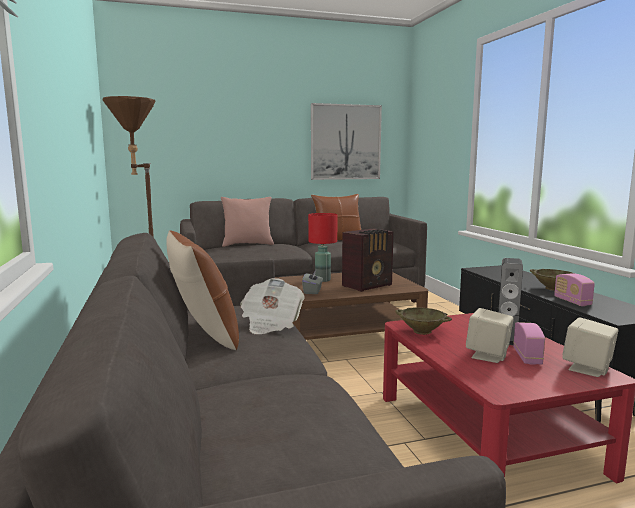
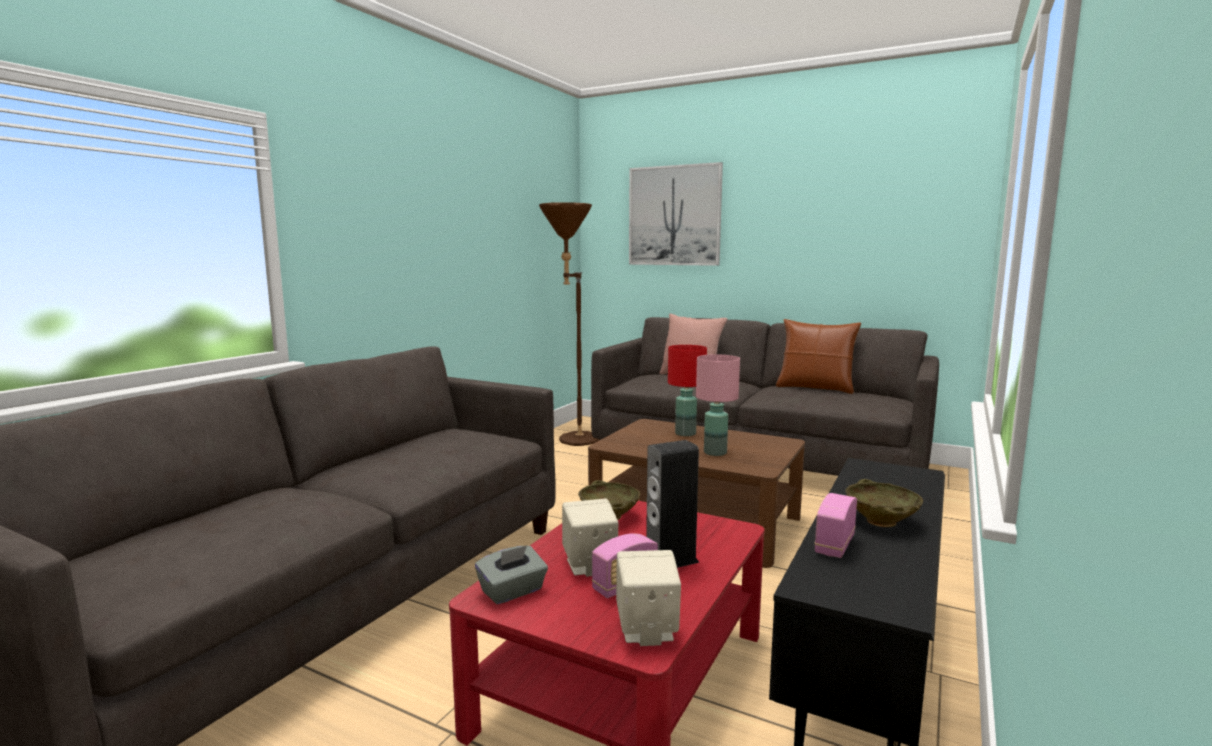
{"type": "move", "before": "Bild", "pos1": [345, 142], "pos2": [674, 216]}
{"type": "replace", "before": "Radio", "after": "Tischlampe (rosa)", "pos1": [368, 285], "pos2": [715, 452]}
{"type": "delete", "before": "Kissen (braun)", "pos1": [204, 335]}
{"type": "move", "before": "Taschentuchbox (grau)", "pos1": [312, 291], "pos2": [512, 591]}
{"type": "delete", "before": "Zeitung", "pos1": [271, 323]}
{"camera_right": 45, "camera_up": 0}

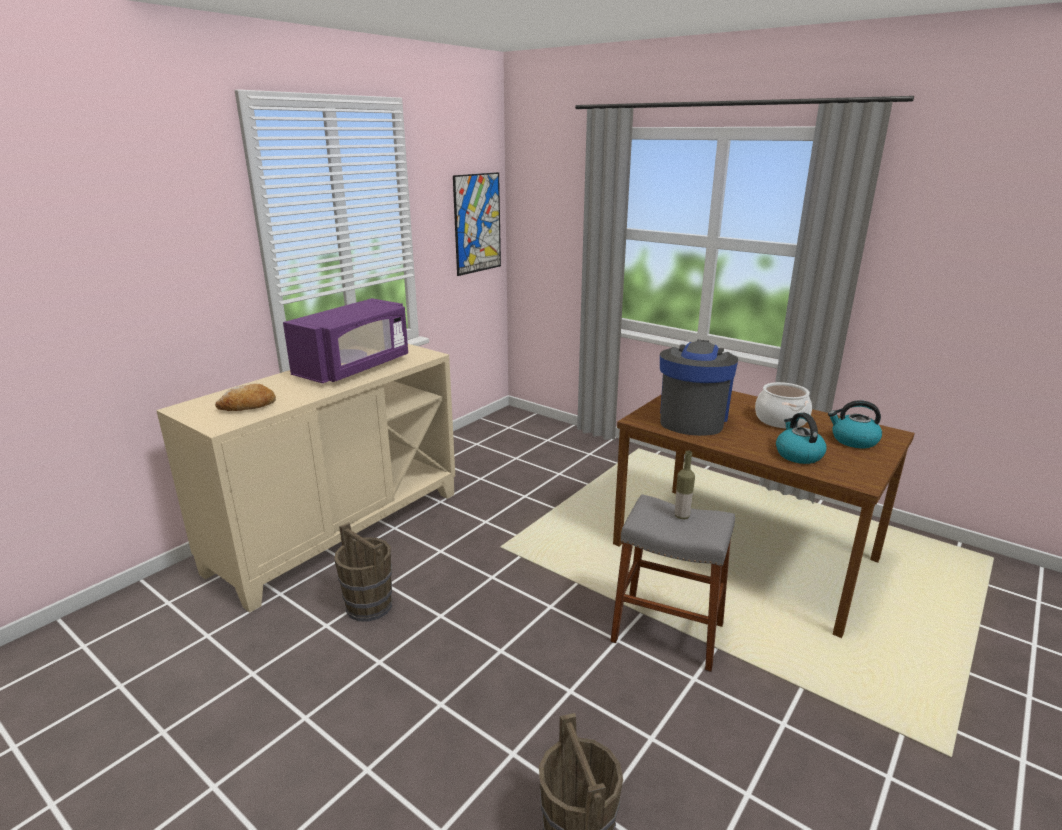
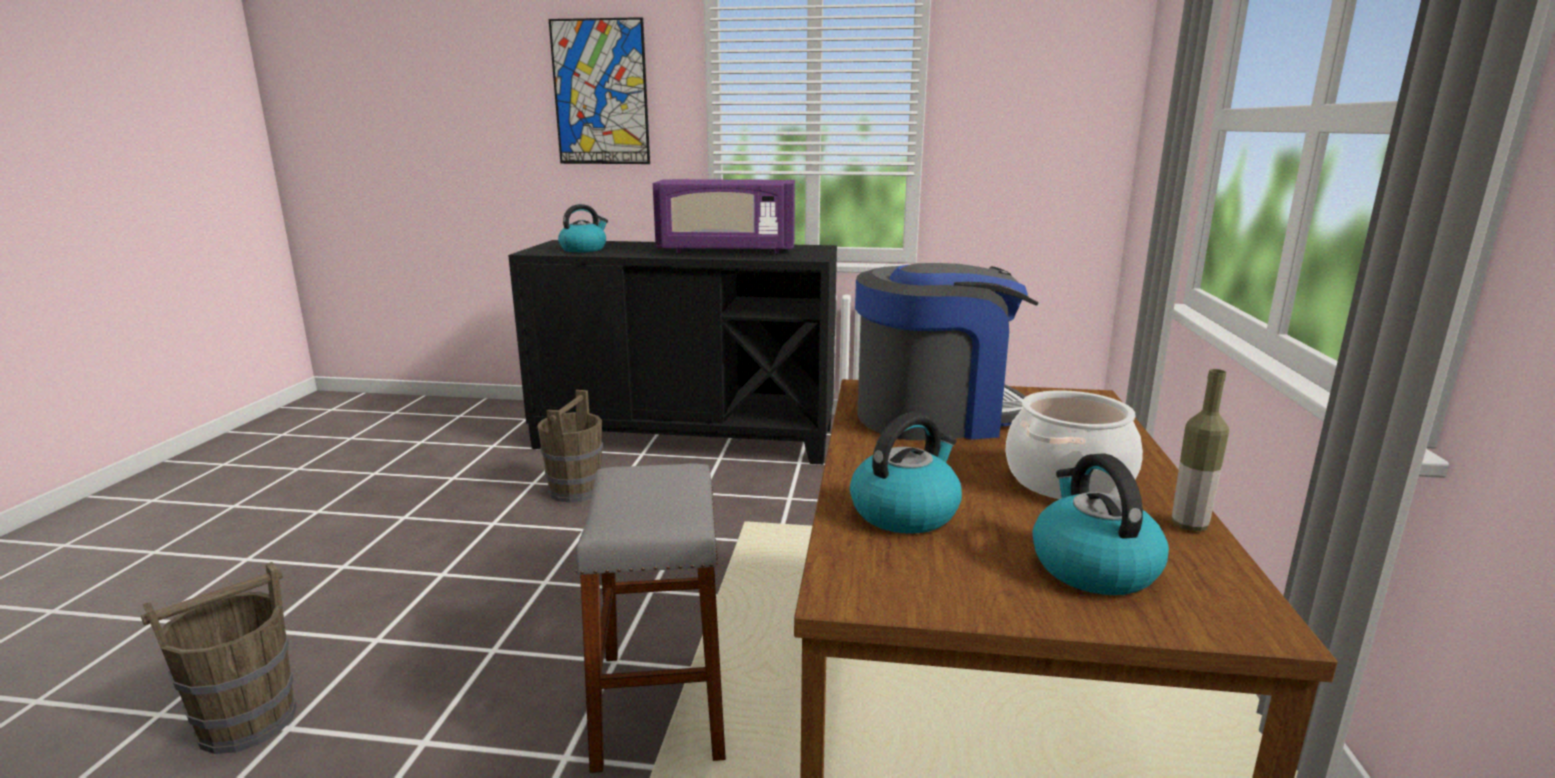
{"type": "move", "before": "Bild", "pos1": [477, 223], "pos2": [600, 93]}
{"type": "recolor", "before": "Schrank (beige)", "after": "Schrank (schwarz)", "pos1": [338, 530], "pos2": [687, 437]}
{"type": "replace", "before": "Brot", "after": "Wasserkessel", "pos1": [248, 406], "pos2": [584, 249]}
{"type": "move", "before": "Flasche", "pos1": [682, 516], "pos2": [1189, 525]}
{"camera_right": 60, "camera_up": -5}

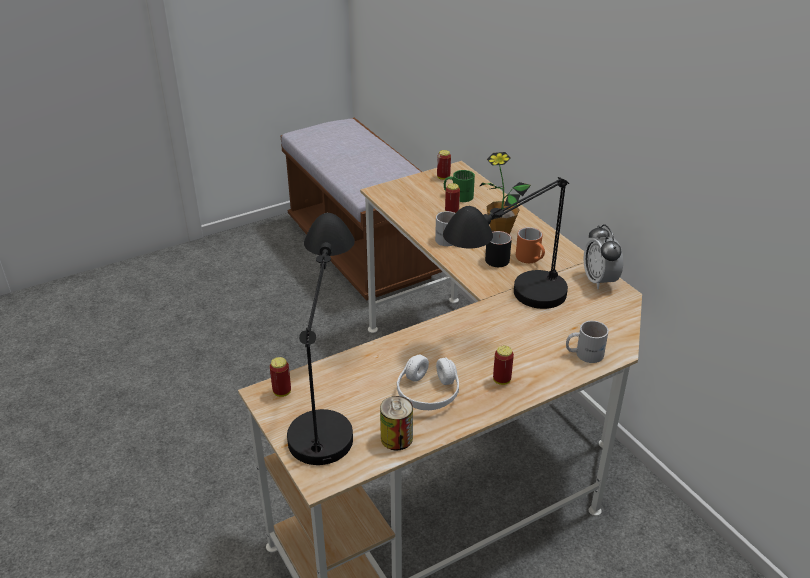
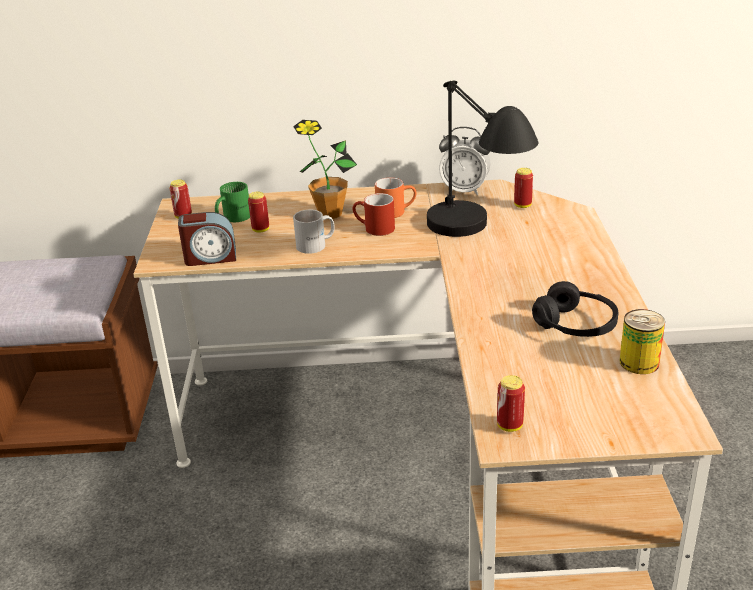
{"type": "delete", "before": "Tischlampe (schwarz)", "pos1": [327, 399]}
{"type": "recolor", "before": "Henkelbecher (schwarz)", "after": "Henkelbecher (rot)", "pos1": [494, 258], "pos2": [374, 229]}
{"type": "delete", "before": "Henkelbecher (weiß)", "pos1": [584, 353]}
{"type": "move", "before": "Dose", "pos1": [501, 380], "pos2": [522, 205]}
{"type": "recolor", "before": "Kopfhörer (weiß)", "after": "Kopfhörer (schwarz)", "pos1": [428, 393], "pos2": [575, 325]}
{"type": "insert", "after": "Wecker", "pos2": [210, 257]}
{"camera_right": -60, "camera_up": -5}

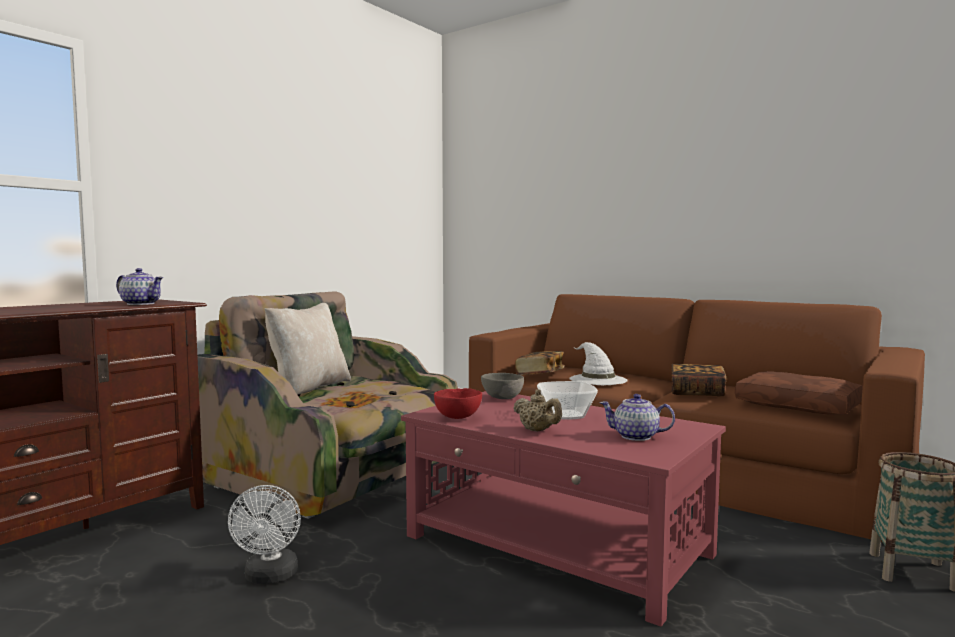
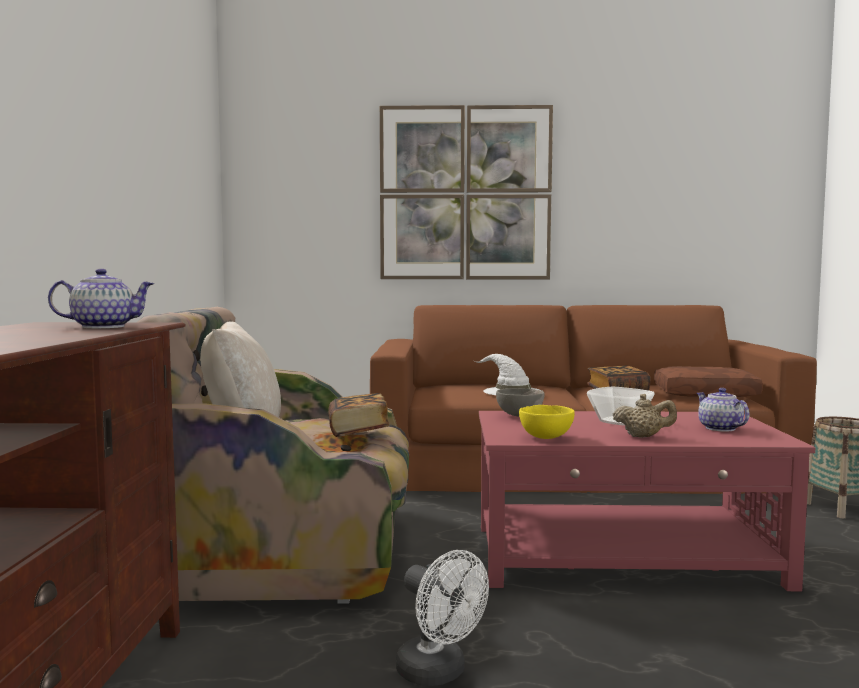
{"type": "move", "before": "Buch", "pos1": [540, 374], "pos2": [358, 431]}
{"type": "recolor", "before": "Schüssel (rot)", "after": "Schüssel (gelb)", "pos1": [458, 418], "pos2": [546, 438]}
{"type": "rotate", "before": "Teekanne", "pos1": [636, 436], "pos2": [720, 428], "turn": 90}
{"type": "insert", "after": "Bild", "pos2": [465, 193]}
{"camera_right": -35, "camera_up": 0}

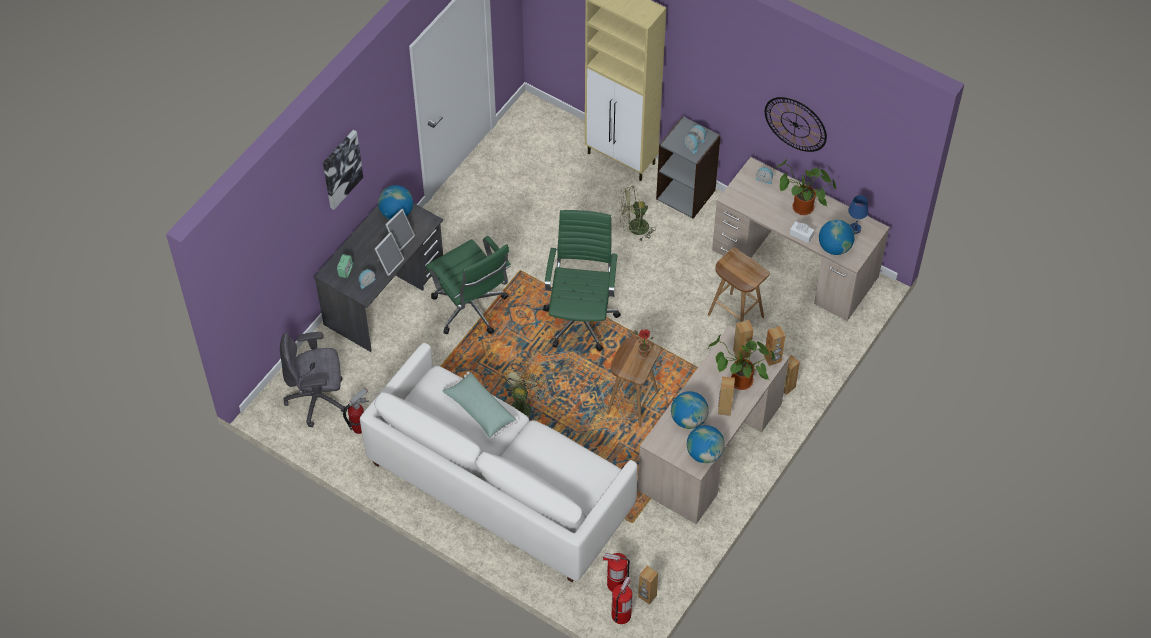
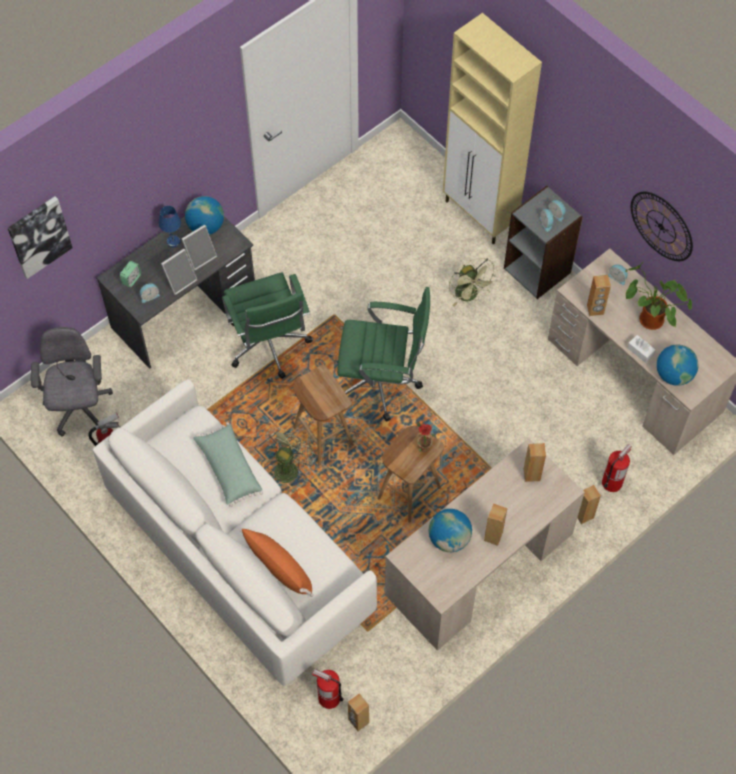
{"type": "move", "before": "Bild", "pos1": [341, 169], "pos2": [39, 236]}
{"type": "rotate", "before": "Ventilator (grün)", "pos1": [634, 228], "pos2": [470, 296], "turn": -120}
{"type": "move", "before": "Tischlampe (blau)", "pos1": [855, 229], "pos2": [173, 242]}
{"type": "rotate", "before": "Bürostuhl (grün)", "pos1": [581, 318], "pos2": [382, 384], "turn": 75}
{"type": "move", "before": "Hocker (braun)", "pos1": [735, 316], "pos2": [322, 436]}
{"type": "move", "before": "Lautsprecher (braun)", "pos1": [772, 359], "pos2": [595, 310]}
{"type": "rotate", "before": "Bürostuhl (grau)", "pos1": [318, 399], "pos2": [79, 408], "turn": 75}
{"type": "delete", "before": "Topfpflanze", "pos1": [739, 382]}
{"type": "delete", "before": "Globus", "pos1": [704, 453]}
{"type": "move", "before": "Feuerlöscher", "pos1": [621, 615], "pos2": [612, 482]}
{"type": "insert", "after": "Kissen (orange)", "pos2": [279, 568]}
{"camera_right": 15, "camera_up": 5}

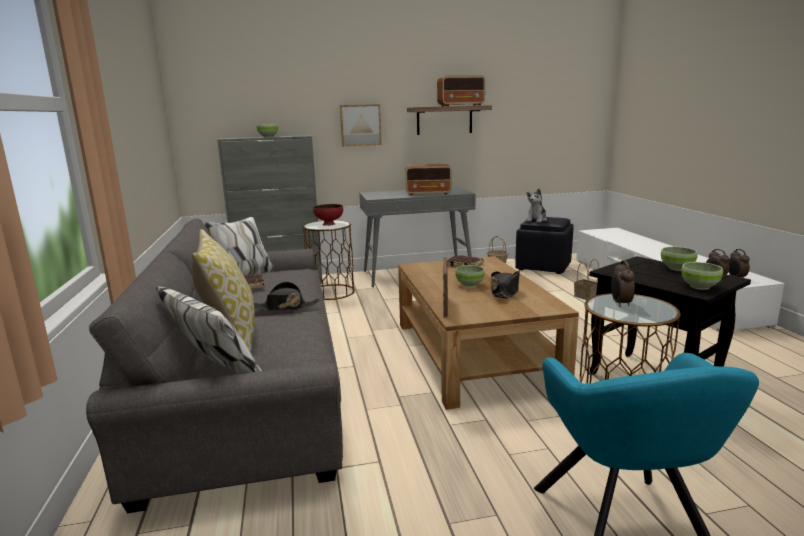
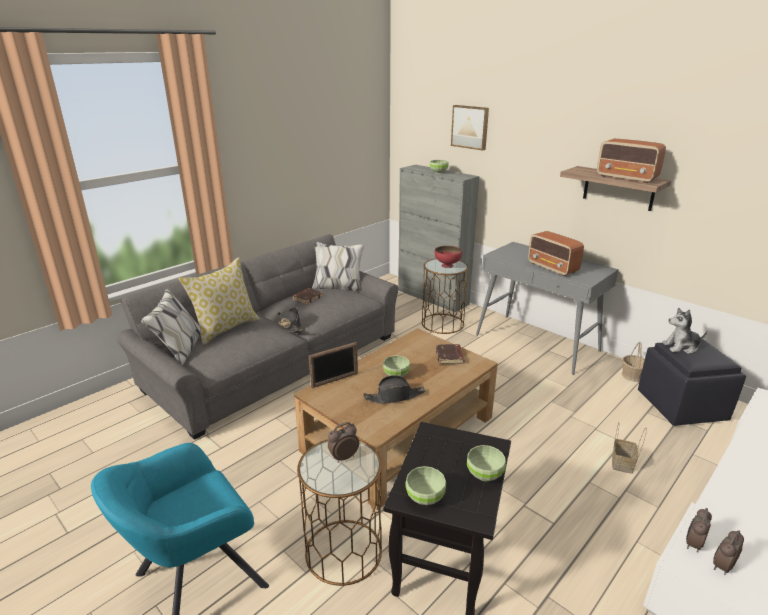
{"type": "move", "before": "Bild", "pos1": [360, 125], "pos2": [470, 127]}
{"camera_right": 55, "camera_up": 10}

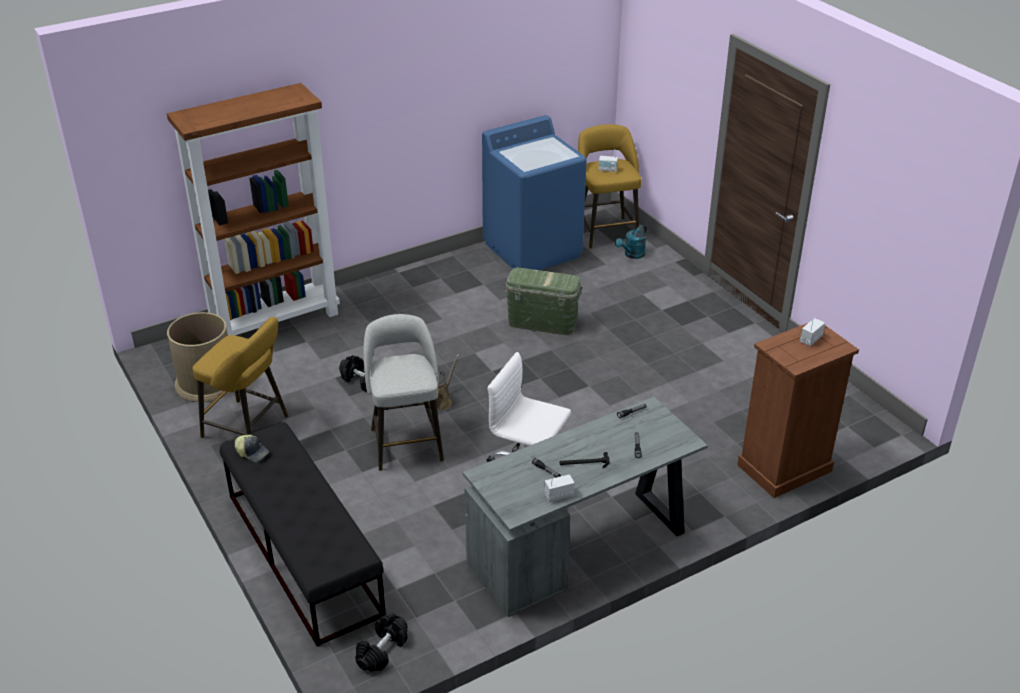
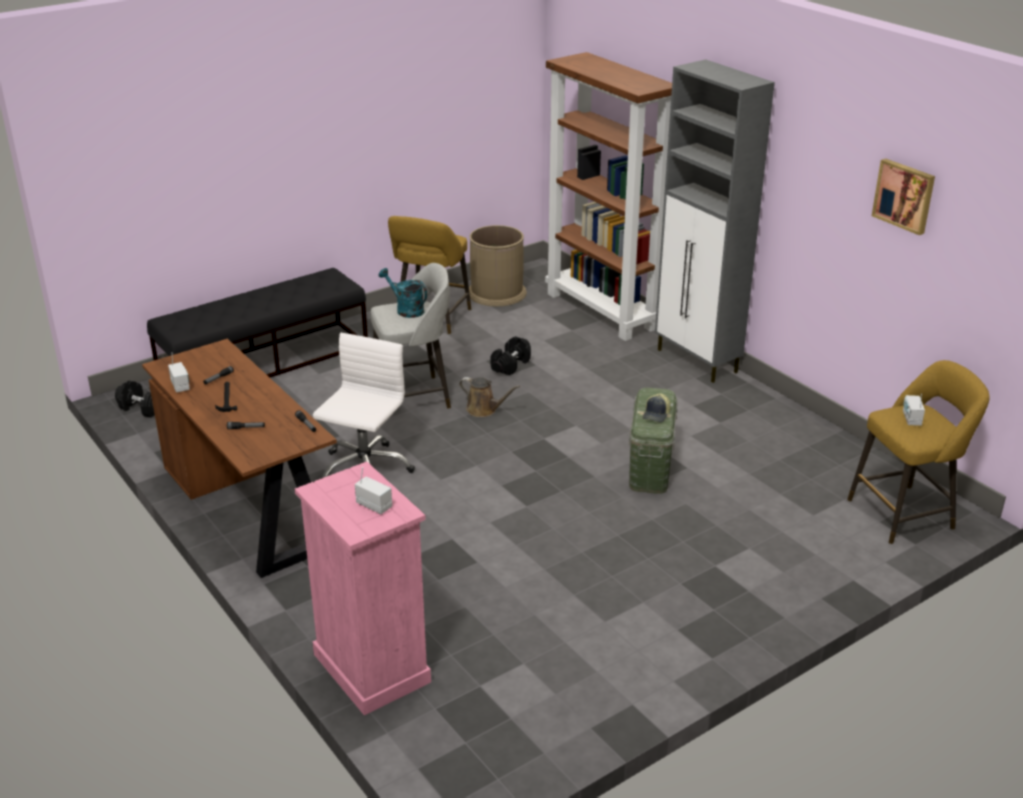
{"type": "delete", "before": "Waschmaschine (blau)", "pos1": [533, 250]}
{"type": "move", "before": "Gießkanne (türkis)", "pos1": [632, 255], "pos2": [406, 309]}
{"type": "recolor", "before": "Kommode (braun)", "after": "Kommode (rosa)", "pos1": [784, 468], "pos2": [371, 668]}
{"type": "recolor", "before": "Schreibtisch (grau)", "after": "Schreibtisch (braun)", "pos1": [582, 547], "pos2": [248, 507]}
{"type": "move", "before": "Kappe", "pos1": [252, 452], "pos2": [656, 414]}
{"type": "insert", "after": "Schrank (grau)", "pos2": [697, 361]}
{"type": "insert", "after": "Bild", "pos2": [904, 195]}
{"camera_right": 85, "camera_up": -5}

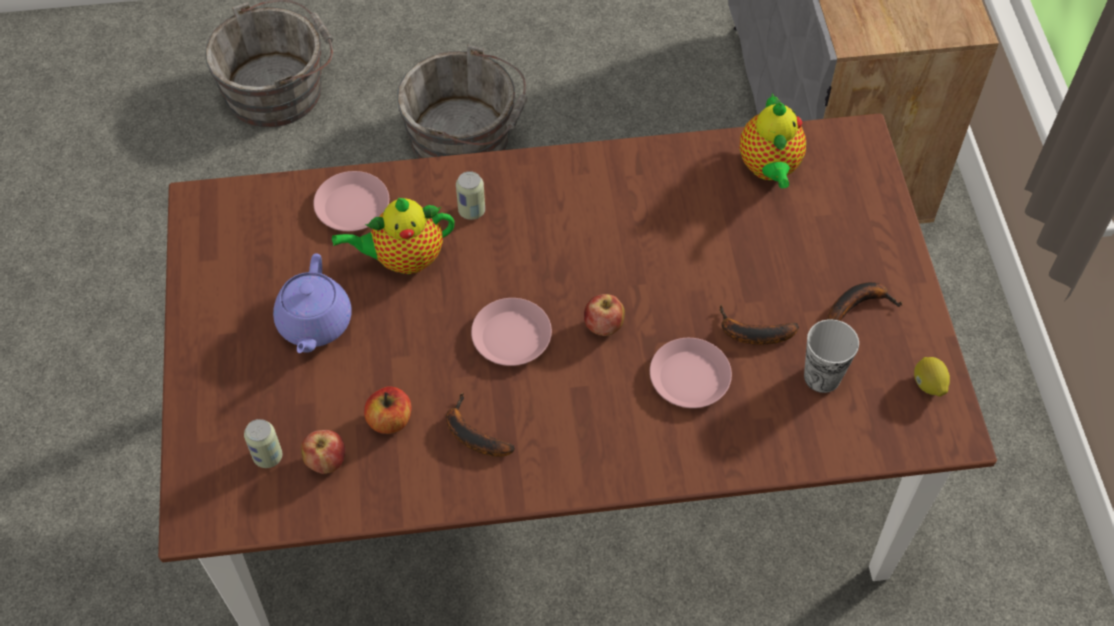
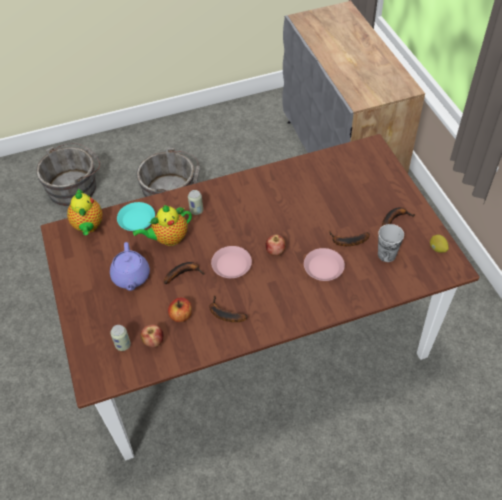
{"type": "move", "before": "Teekanne", "pos1": [769, 169], "pos2": [88, 227]}
{"type": "recolor", "before": "Teller (rosa)", "after": "Teller (türkis)", "pos1": [352, 206], "pos2": [136, 219]}
{"type": "insert", "after": "Banane", "pos2": [184, 273]}
{"camera_right": -10, "camera_up": -5}

